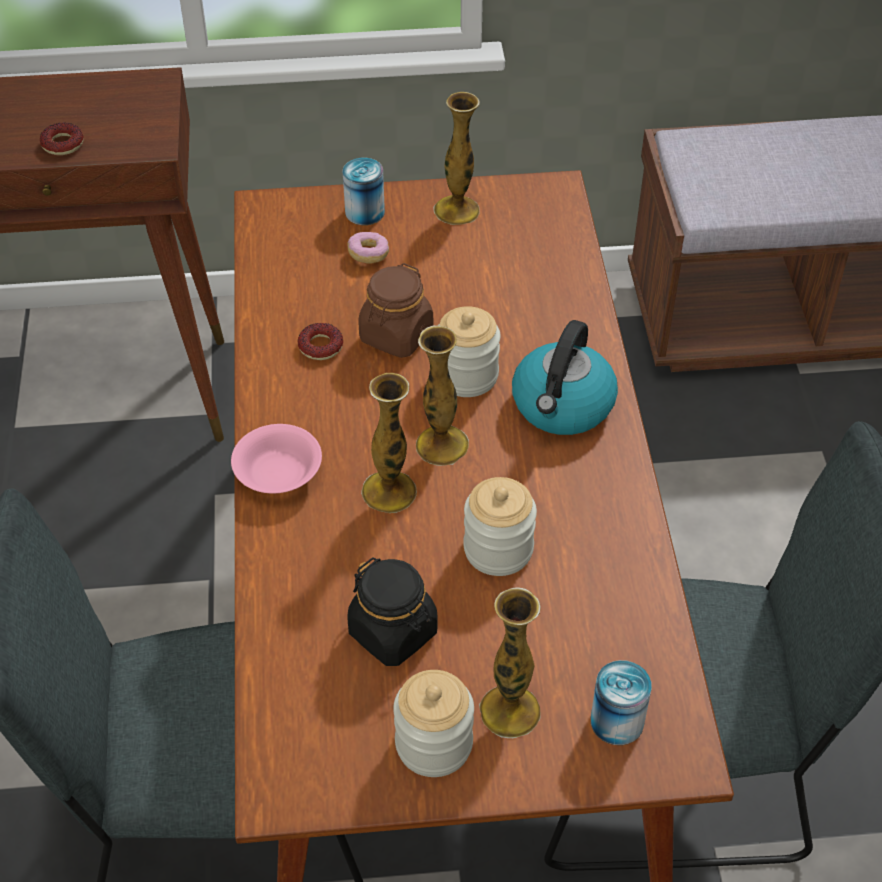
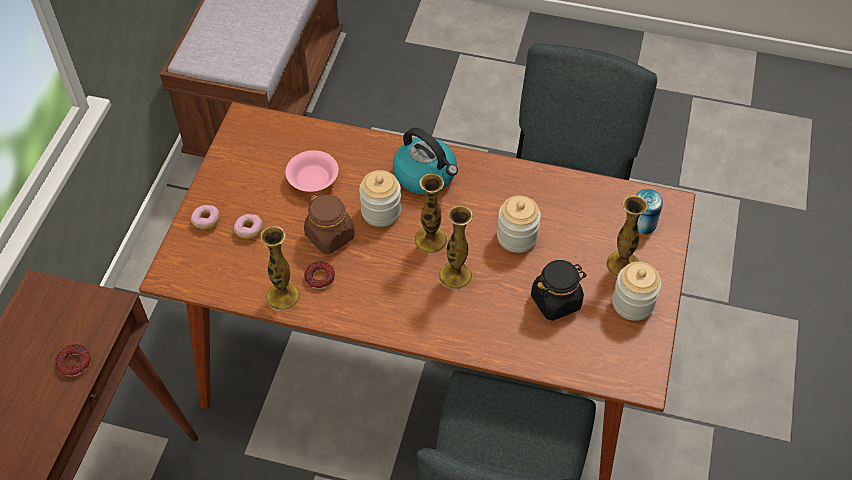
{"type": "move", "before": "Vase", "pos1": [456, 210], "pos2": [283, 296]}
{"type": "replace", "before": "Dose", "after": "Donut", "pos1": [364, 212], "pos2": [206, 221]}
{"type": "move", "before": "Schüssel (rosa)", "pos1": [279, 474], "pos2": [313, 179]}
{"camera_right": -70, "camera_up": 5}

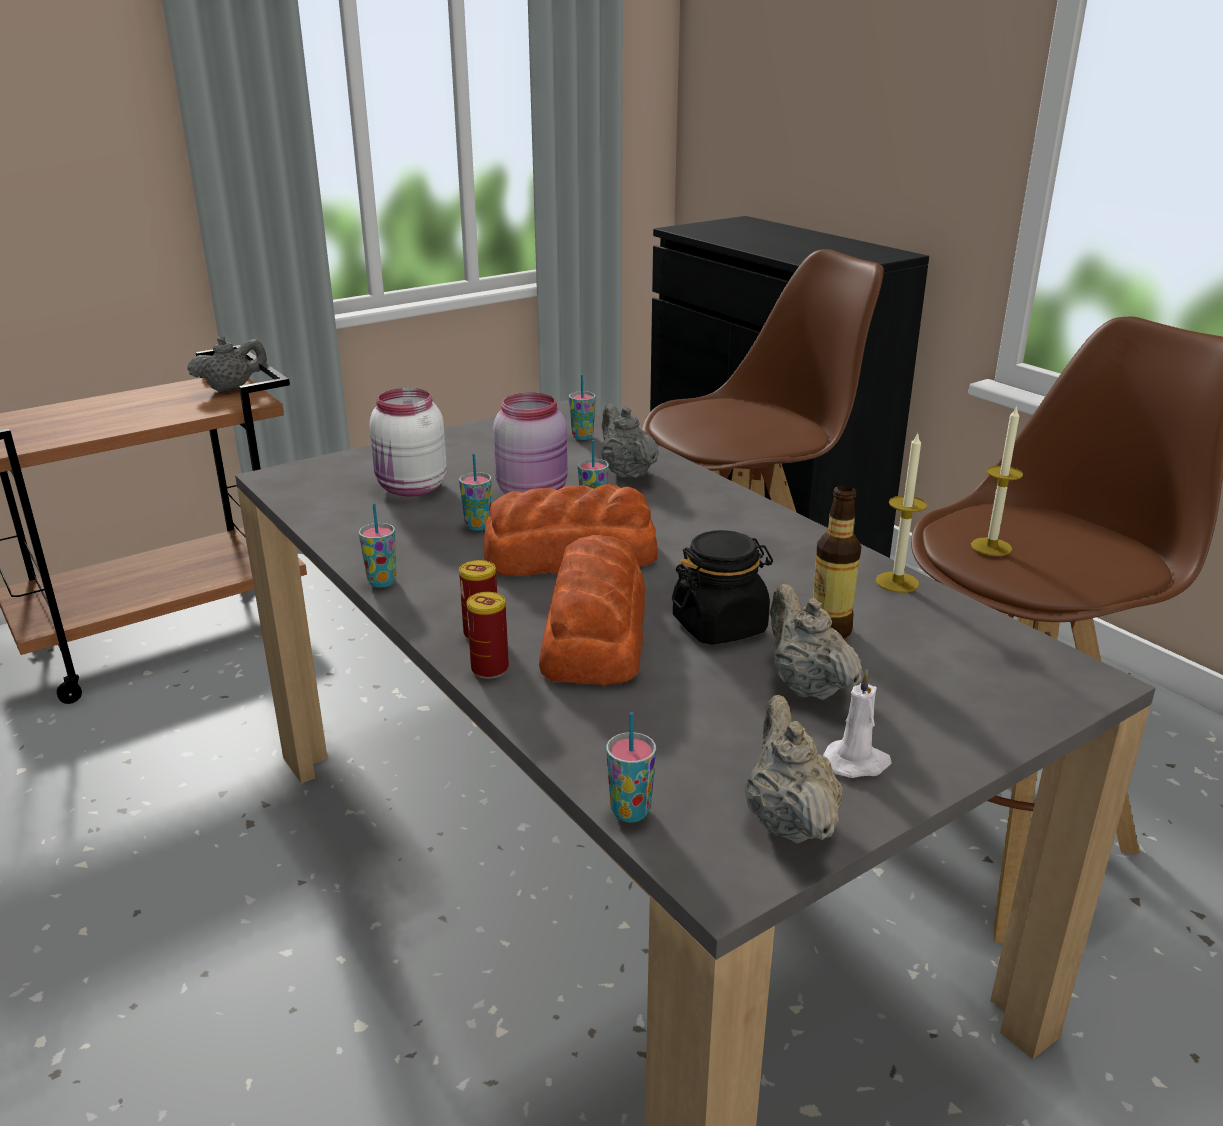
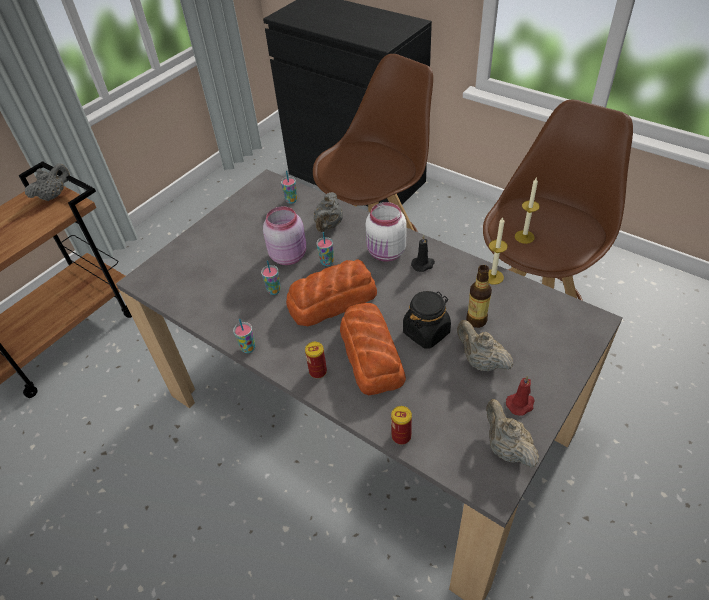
{"type": "move", "before": "Vorratsglas (weiß)", "pos1": [411, 488], "pos2": [386, 253]}
{"type": "rotate", "before": "Teekanne (grau)", "pos1": [626, 472], "pos2": [329, 225], "turn": -120}
{"type": "move", "before": "Dose", "pos1": [490, 669], "pos2": [401, 436]}
{"type": "recolor", "before": "Kerze (weiß)", "after": "Kerze (rot)", "pos1": [857, 763], "pos2": [521, 404]}
{"type": "delete", "before": "Tasse", "pos1": [630, 811]}
{"type": "insert", "after": "Kerze (schwarz)", "pos2": [423, 264]}
{"camera_right": -15, "camera_up": 20}

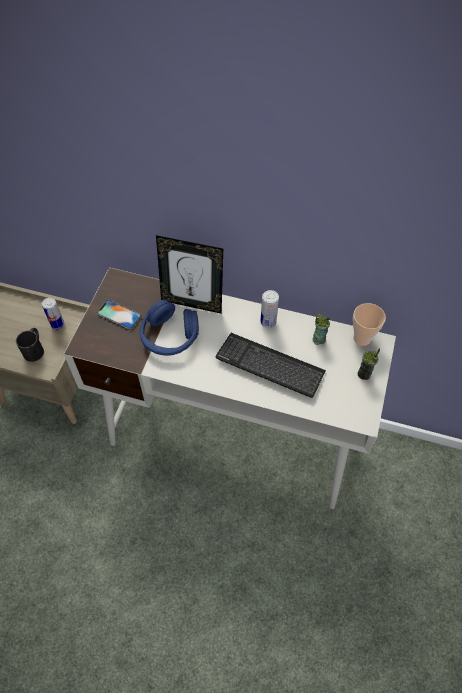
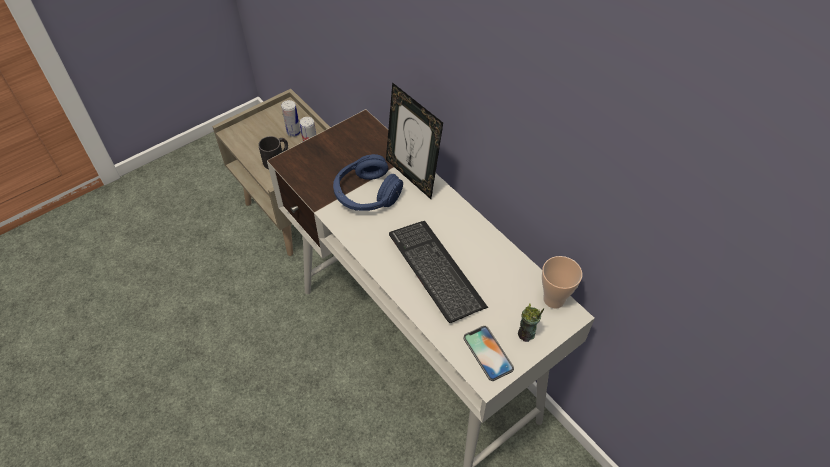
{"type": "move", "before": "Dose", "pos1": [268, 322], "pos2": [293, 132]}
{"type": "move", "before": "Handy", "pos1": [119, 315], "pos2": [488, 353]}
{"type": "delete", "before": "Tasse", "pos1": [318, 339]}
{"camera_right": 35, "camera_up": -5}

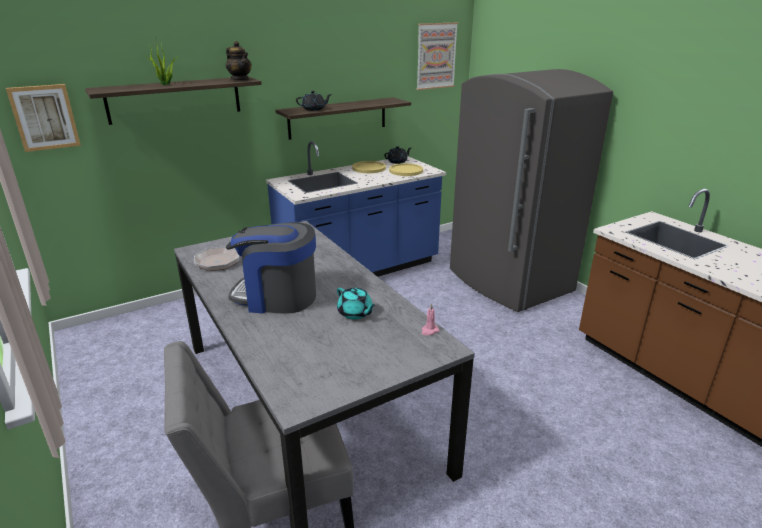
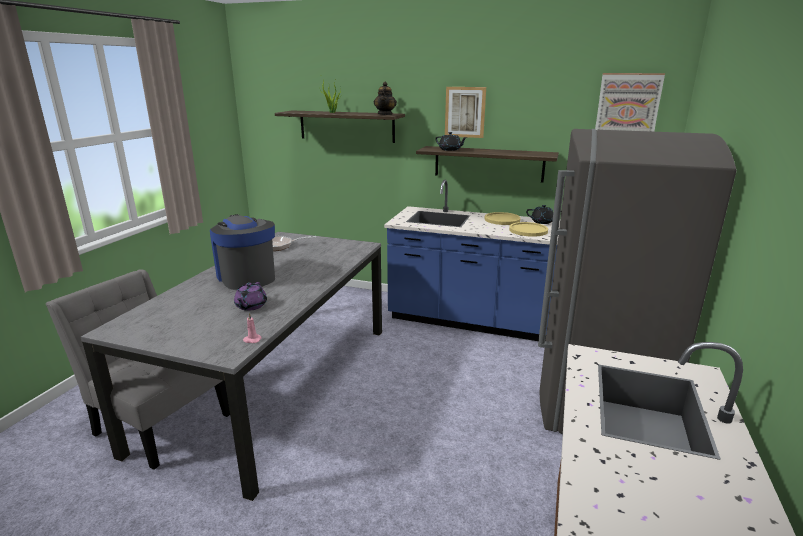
{"type": "move", "before": "Bild", "pos1": [44, 117], "pos2": [465, 112]}
{"type": "recolor", "before": "Teekanne (türkis)", "after": "Teekanne (lila)", "pos1": [355, 313], "pos2": [250, 306]}
{"camera_right": 50, "camera_up": -5}

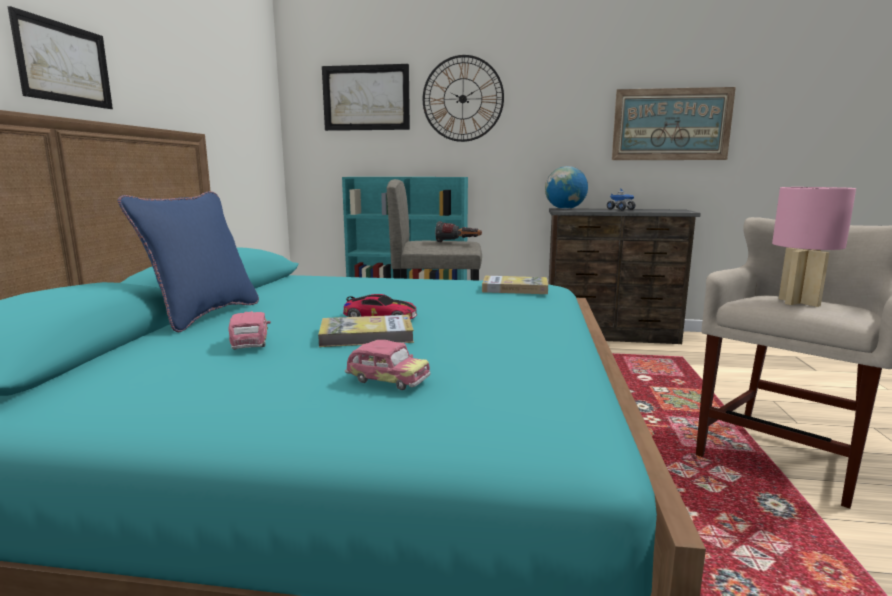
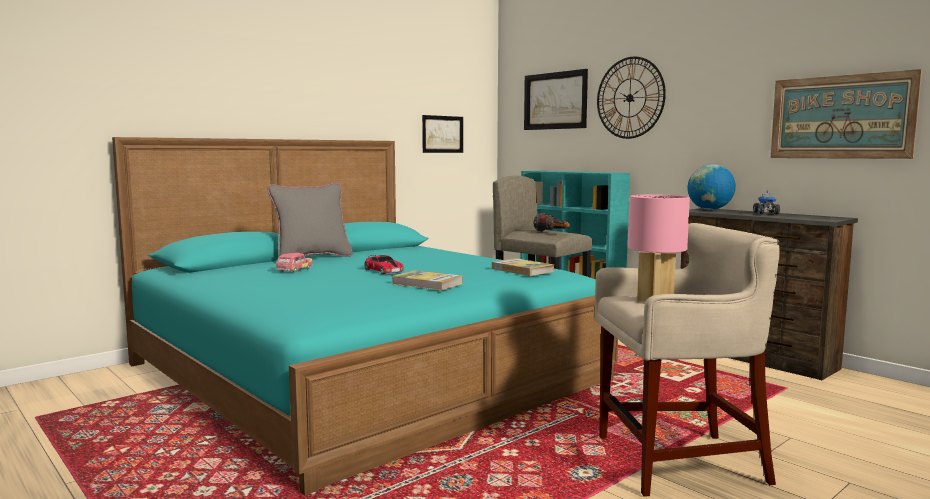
{"type": "move", "before": "Bild", "pos1": [64, 63], "pos2": [442, 134]}
{"type": "recolor", "before": "Kissen (blau)", "after": "Kissen (grau)", "pos1": [203, 315], "pos2": [312, 257]}
{"type": "move", "before": "Buch", "pos1": [366, 335], "pos2": [427, 284]}
{"type": "delete", "before": "Spielzeugauto", "pos1": [387, 380]}
{"camera_right": 40, "camera_up": -5}

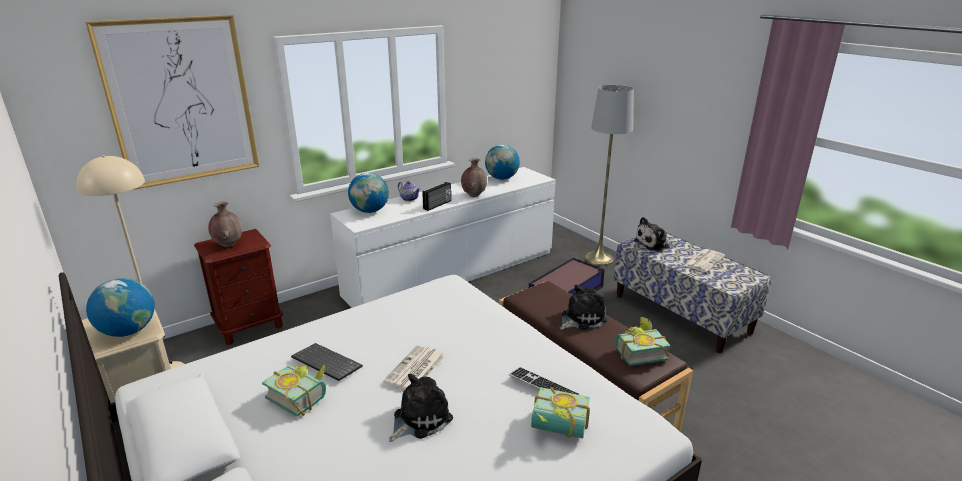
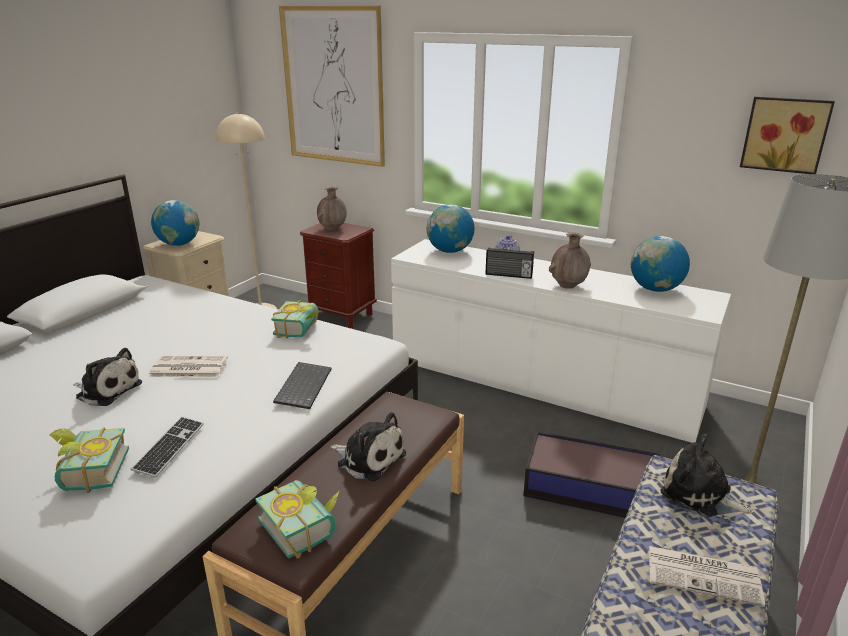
{"type": "move", "before": "Tastatur", "pos1": [325, 363], "pos2": [302, 386]}
{"type": "move", "before": "Buch", "pos1": [301, 396], "pos2": [301, 330]}
{"type": "insert", "after": "Bild", "pos2": [785, 134]}
{"camera_right": 65, "camera_up": 0}

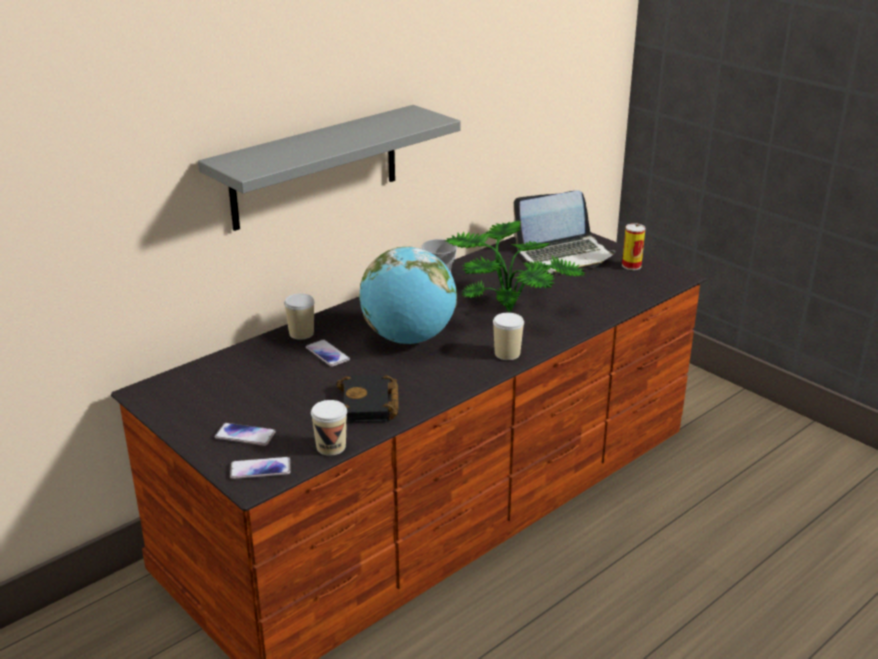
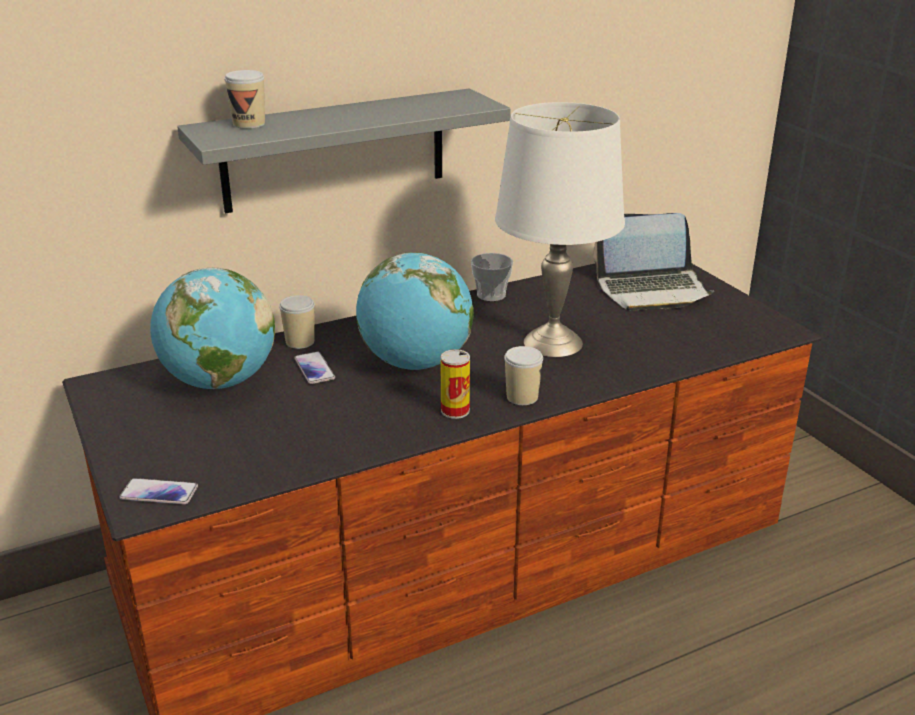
{"type": "replace", "before": "Topfpflanze", "after": "Tischlampe (weiß)", "pos1": [509, 308], "pos2": [554, 343]}
{"type": "move", "before": "Dose", "pos1": [631, 266], "pos2": [455, 411]}
{"type": "delete", "before": "Buch (schwarz)", "pos1": [370, 405]}
{"type": "move", "before": "Tasse", "pos1": [331, 447], "pos2": [249, 124]}
{"type": "delete", "before": "Handy", "pos1": [245, 435]}
{"type": "insert", "after": "Globus", "pos2": [219, 382]}
{"camera_right": 15, "camera_up": 0}

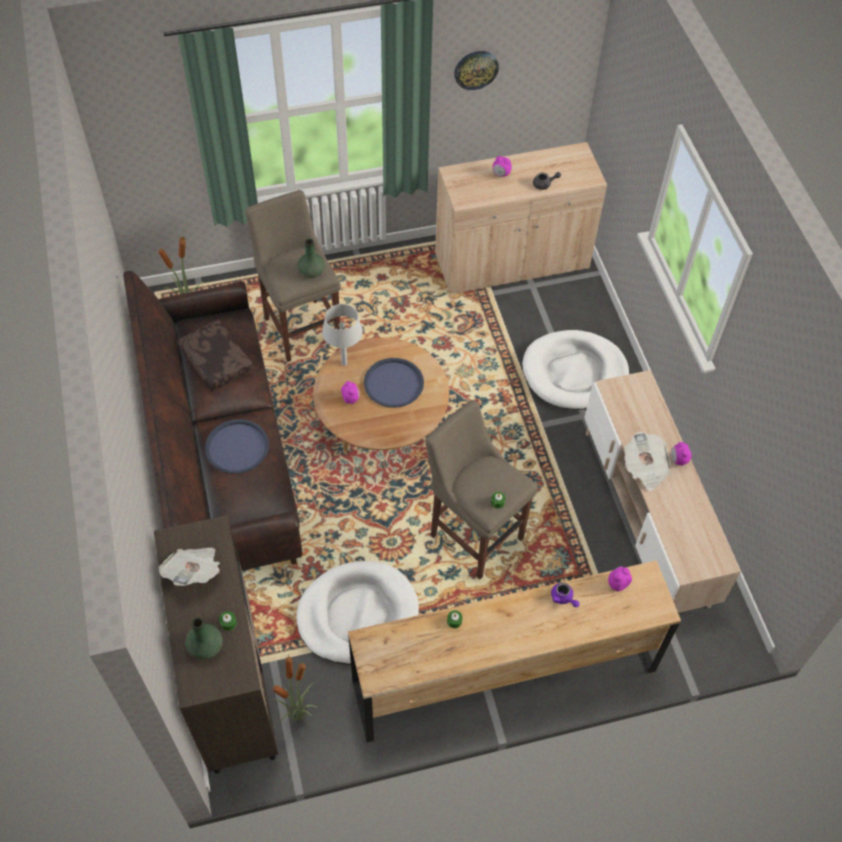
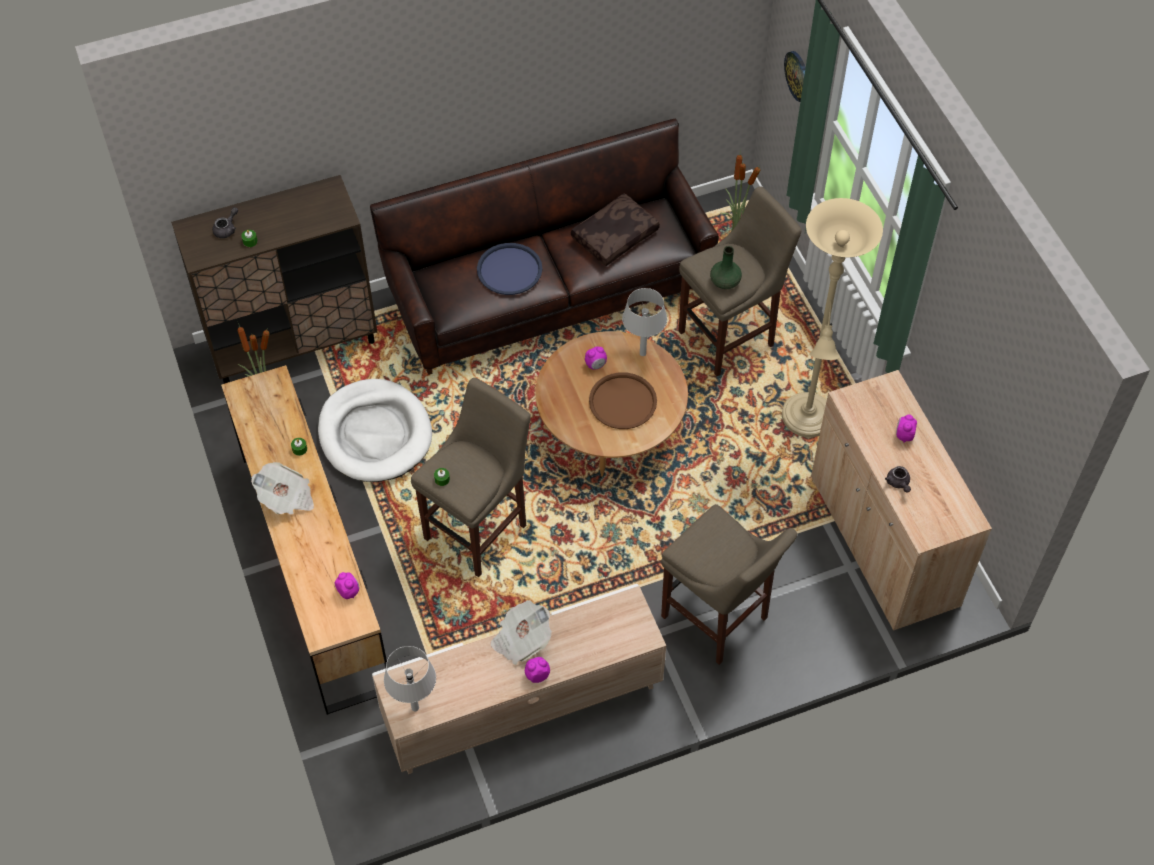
{"type": "move", "before": "Wanduhr", "pos1": [476, 69], "pos2": [798, 76]}
{"type": "replace", "before": "Hundebett (weiß)", "after": "Hocker (beige)", "pos1": [574, 373], "pos2": [718, 620]}
{"type": "recolor", "before": "Tablett (blau)", "after": "Tablett (braun)", "pos1": [394, 383], "pos2": [623, 402]}
{"type": "move", "before": "Zeitung", "pos1": [194, 572], "pos2": [286, 498]}
{"type": "delete", "before": "Teekanne (lila)", "pos1": [563, 598]}
{"type": "replace", "before": "Vase (grün)", "after": "Teekanne (grau)", "pos1": [205, 647], "pos2": [227, 229]}
{"type": "insert", "after": "Stehlampe (beige)", "pos2": [807, 422]}
{"type": "insert", "after": "Tischlampe (grau)", "pos2": [415, 707]}
{"camera_right": 85, "camera_up": 0}

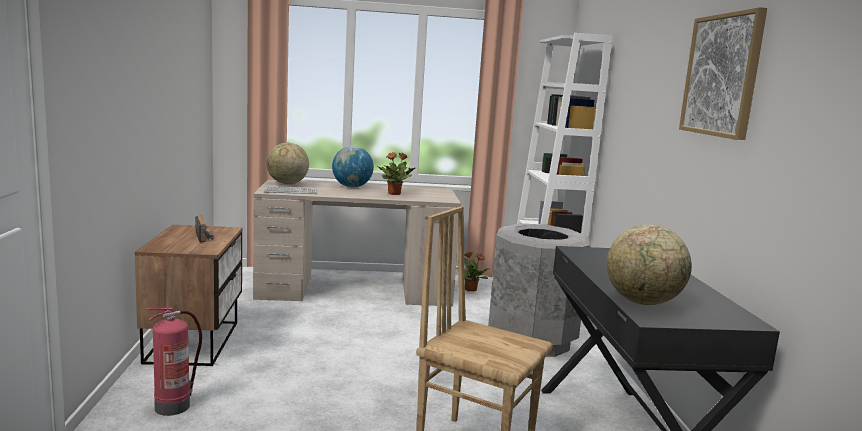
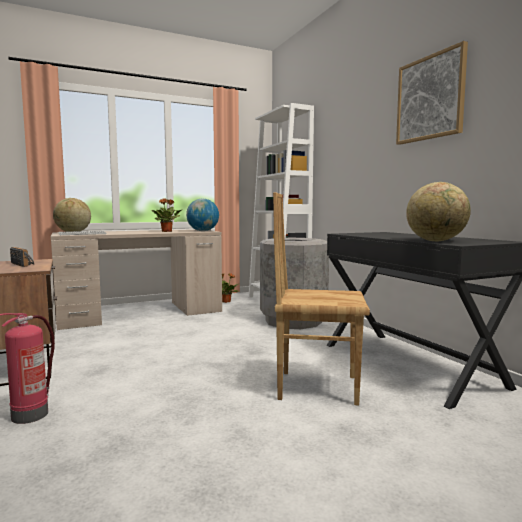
{"type": "move", "before": "Globus", "pos1": [352, 187], "pos2": [202, 231]}
{"camera_right": -20, "camera_up": -5}

